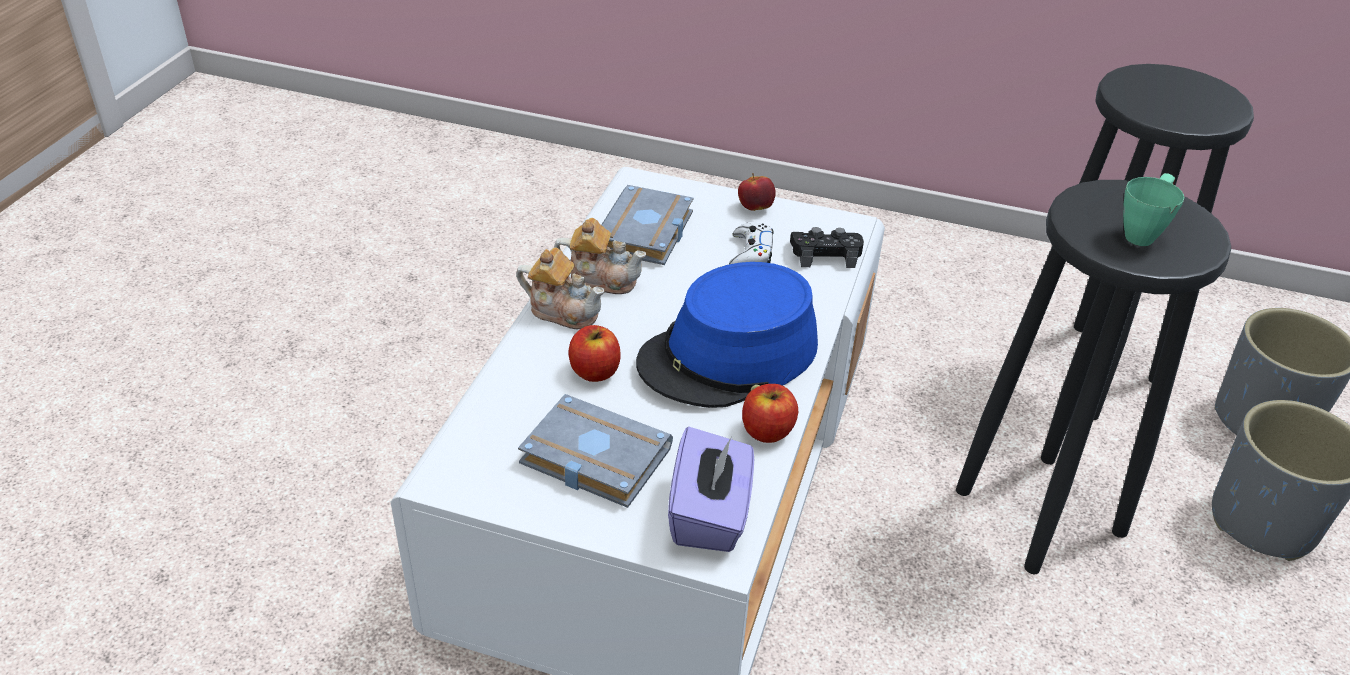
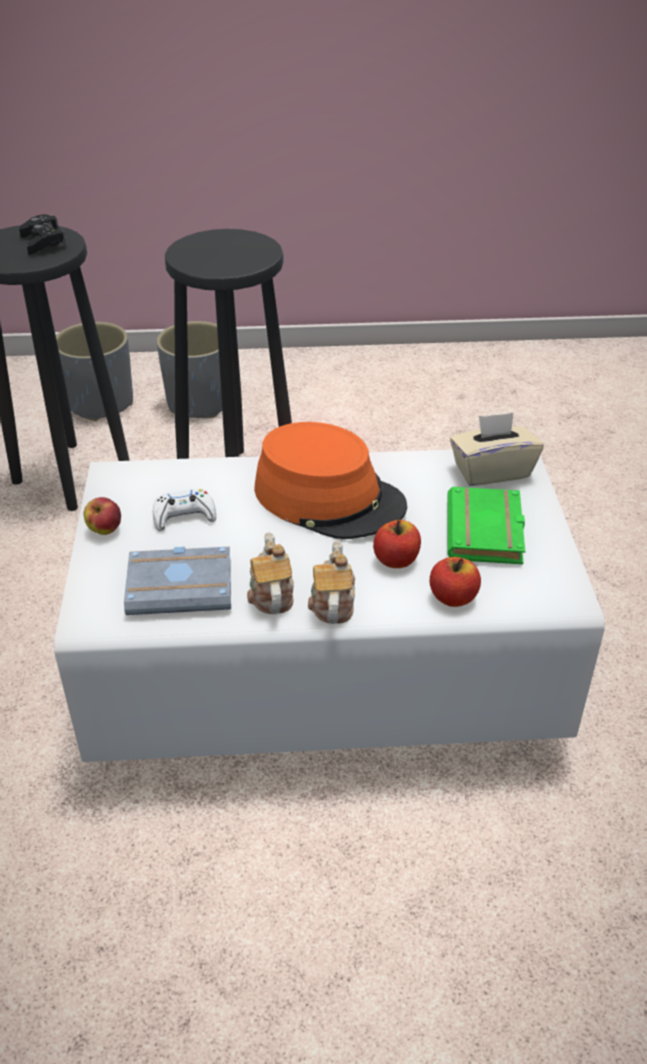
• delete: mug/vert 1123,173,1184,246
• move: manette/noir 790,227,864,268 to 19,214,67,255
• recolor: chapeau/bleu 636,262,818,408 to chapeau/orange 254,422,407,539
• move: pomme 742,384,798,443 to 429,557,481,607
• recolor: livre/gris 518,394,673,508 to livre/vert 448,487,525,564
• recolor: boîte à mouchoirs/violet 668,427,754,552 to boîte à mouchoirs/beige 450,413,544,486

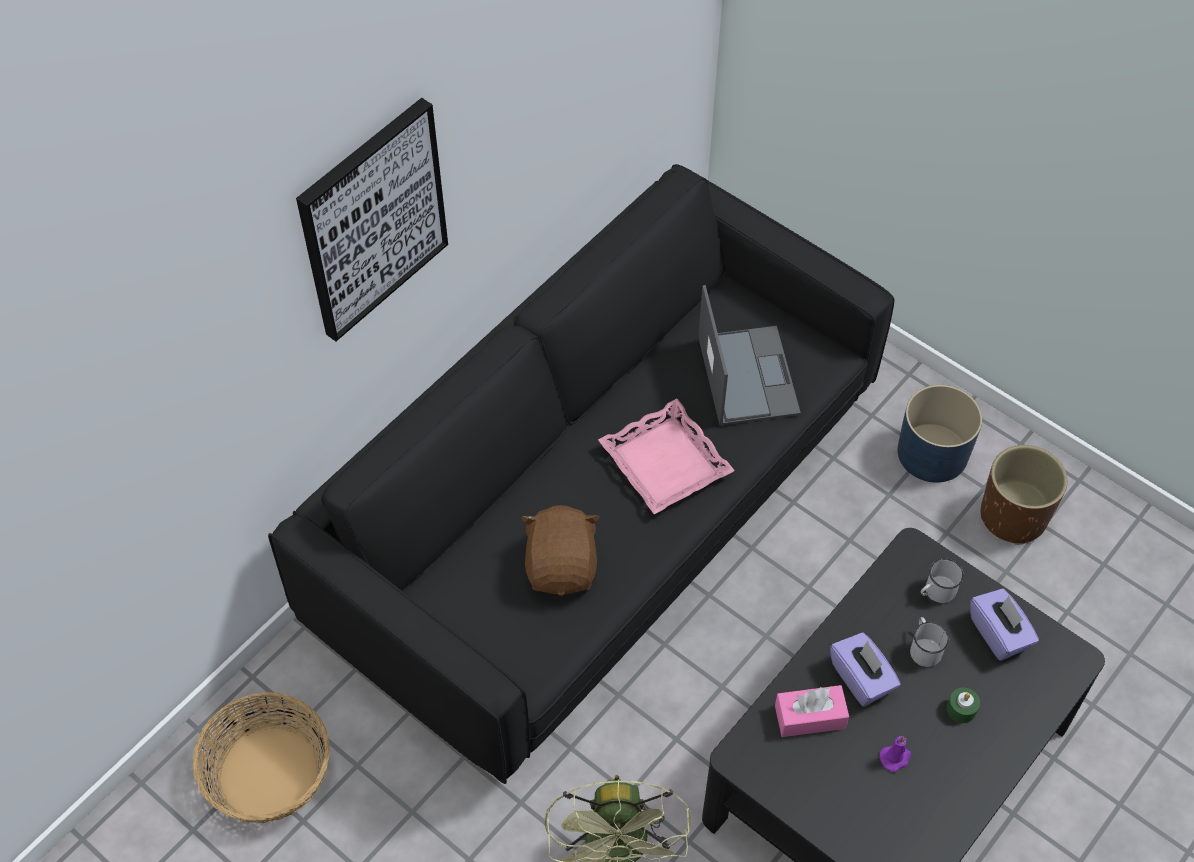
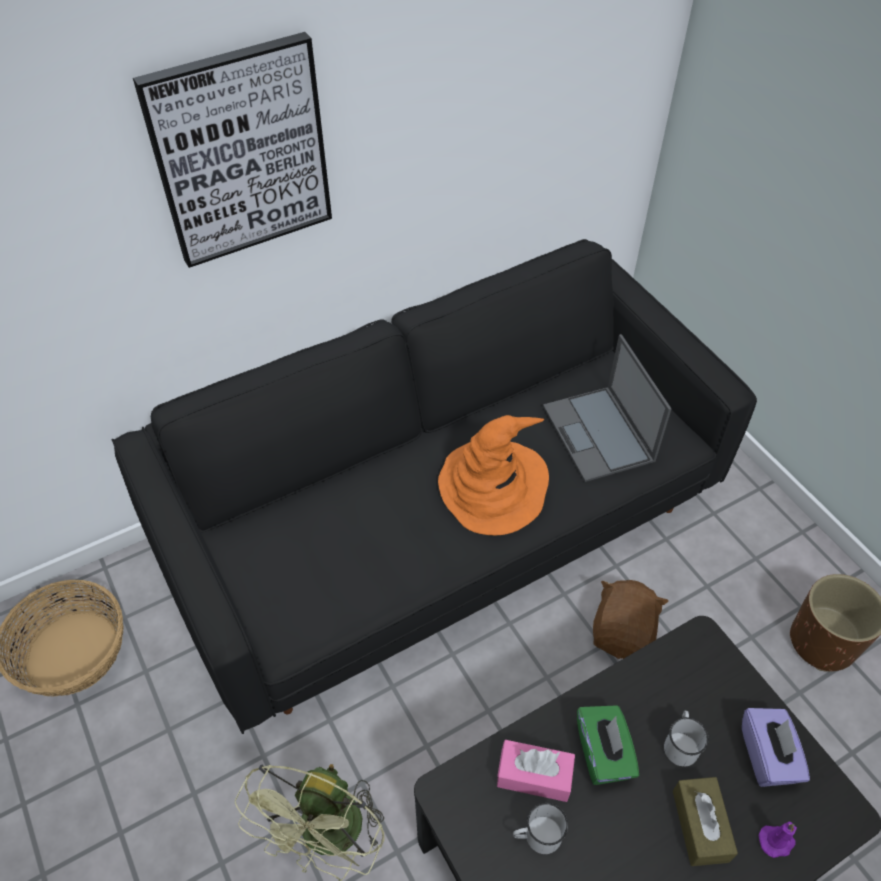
• rotate: ordinateur portable 698,285,801,425 = 543,334,671,482 150 degrees clockwise
• delete: cache-pot/bleu 897,385,982,483
• replace: plateau/rose 598,399,735,514 to chapeau/orange 438,415,549,535
• move: peluche/marron 521,505,599,596 to 593,580,669,659
• move: mug/blanc 921,559,964,603 to 513,803,568,854
• recolor: boîte à mouchoirs/violet 830,632,901,707 to boîte à mouchoirs/vert 577,705,639,785
• replace: bougie/vert 947,688,980,723 to boîte à mouchoirs/marron 673,777,738,866
• move: bougie/violet 879,736,911,772 to 759,822,797,858

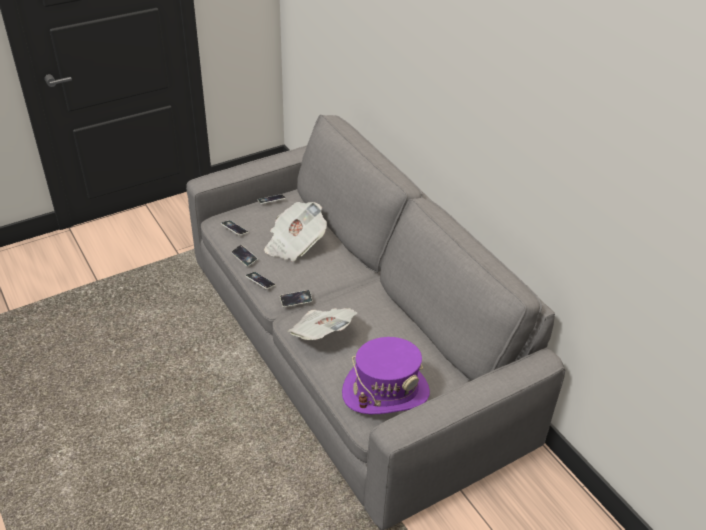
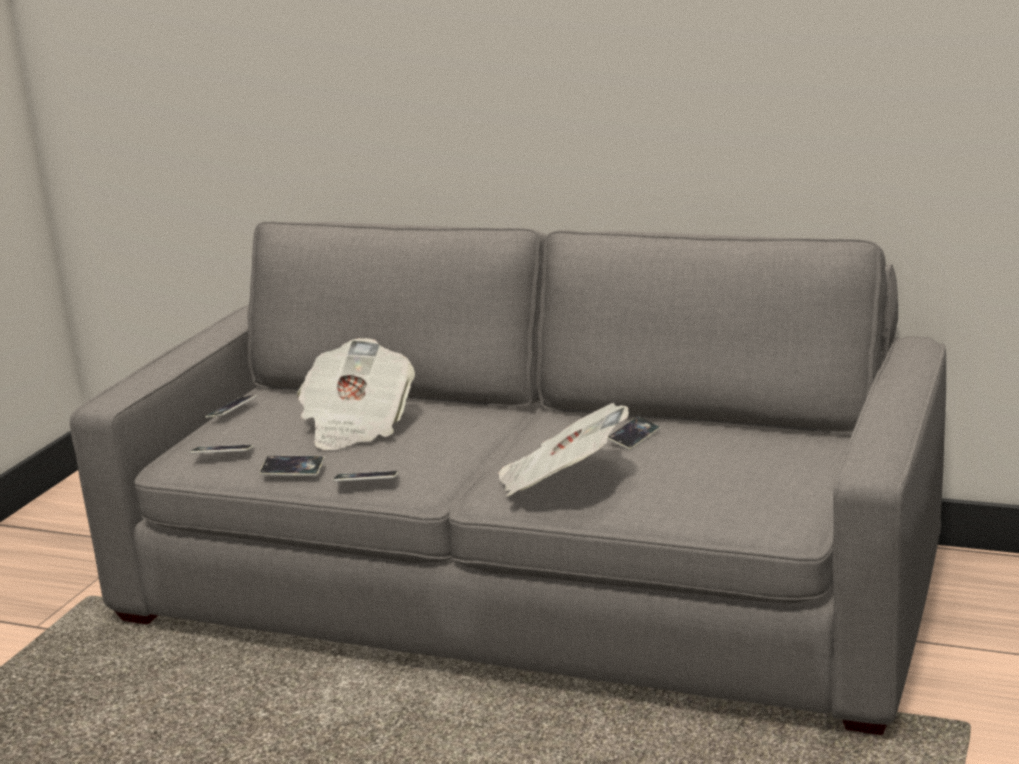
• move: téléphone 280,290,313,307 to 607,416,660,450
• delete: chapeau/violet 342,337,430,414

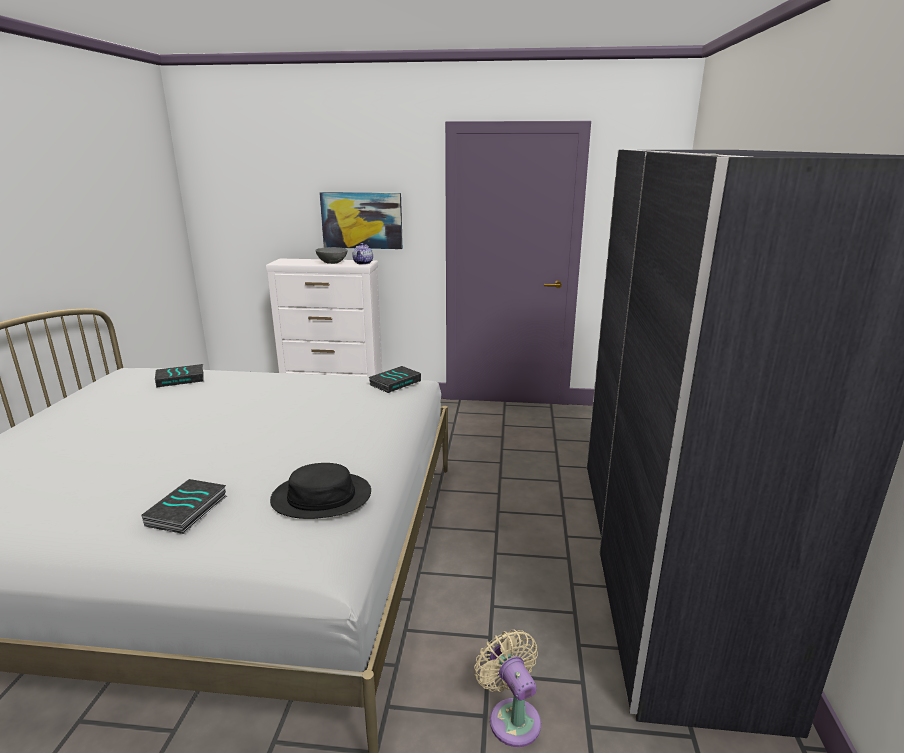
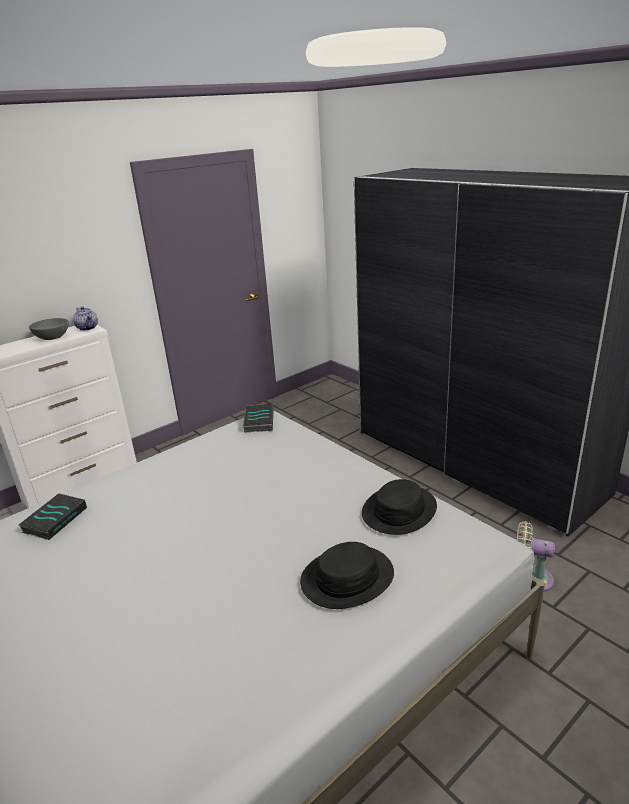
• delete: tableau 319,192,403,249
• replace: livre 142,479,227,534 to chapeau/noir 300,542,394,609

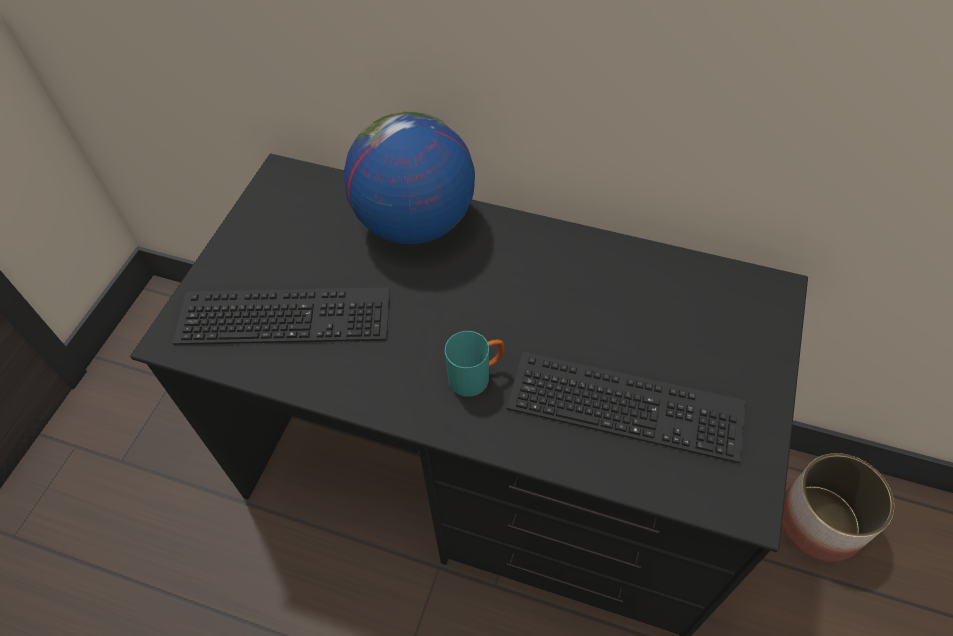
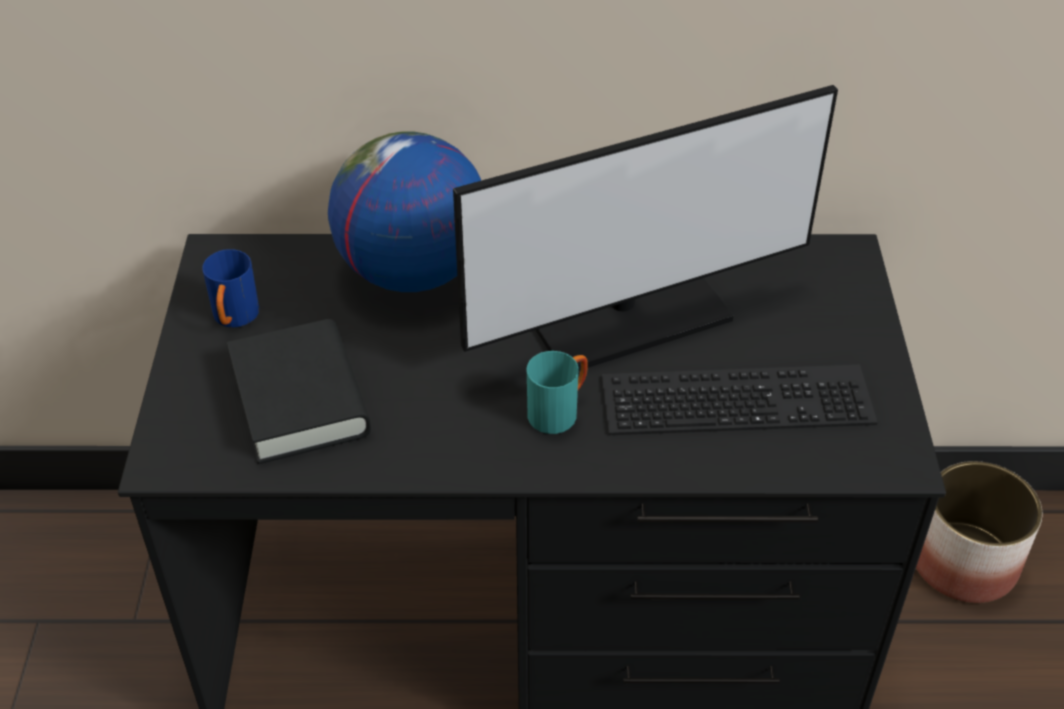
• replace: clavier 173,287,390,345 to livre/noir 227,319,371,464
• insert: écran d'ordinateur 453,85,838,371
• insert: mug/bleu 202,249,259,328

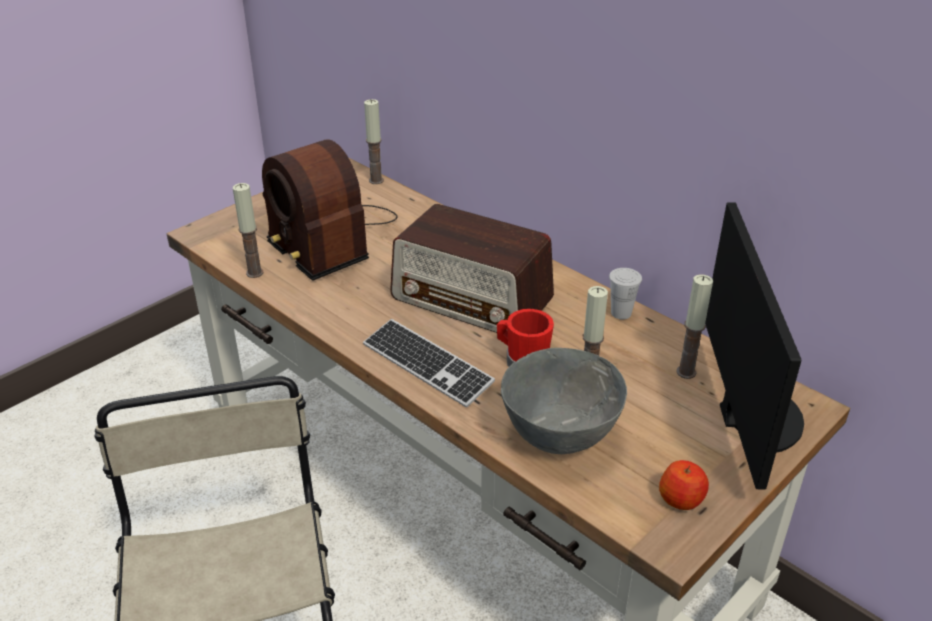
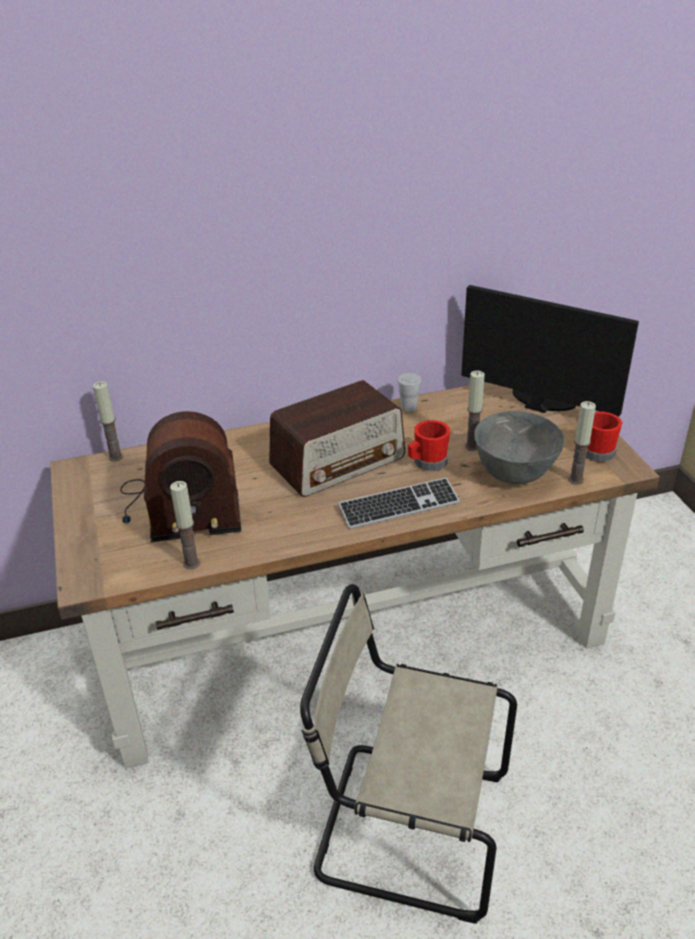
• move: bougie 676,274,713,379 to 568,401,596,485
• replace: pomme 659,460,709,510 to mug/rouge 586,412,622,462

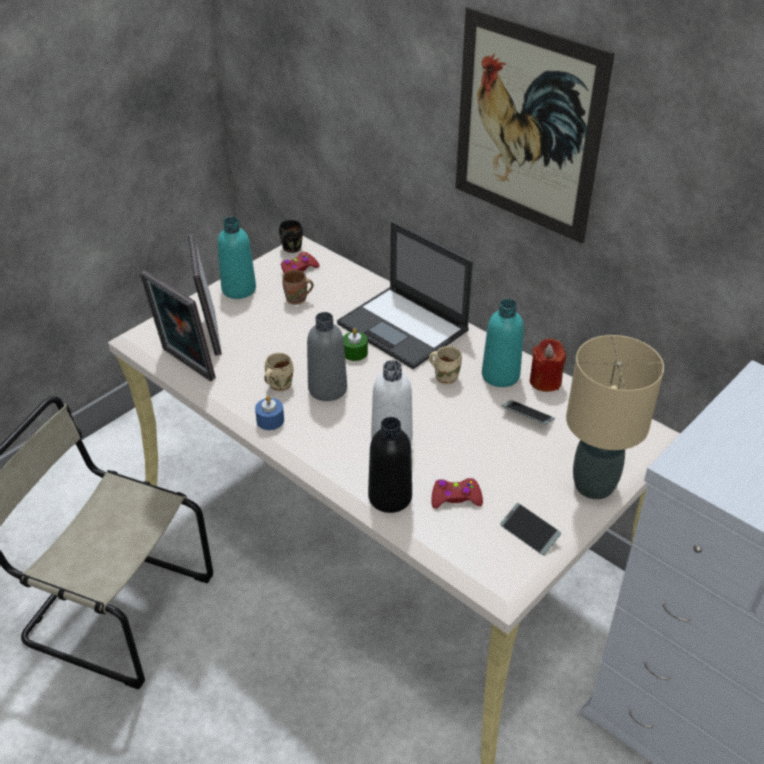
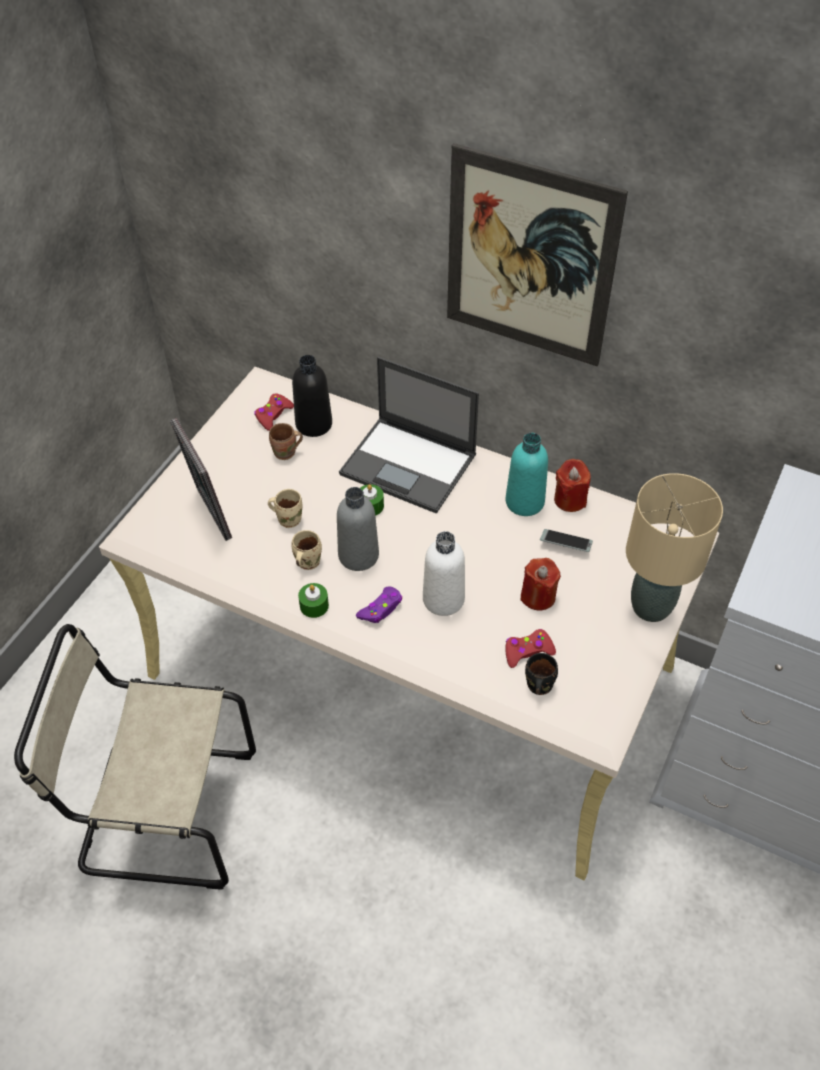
• delete: bouteille/turquoise 217,217,256,299
• move: mug/noir 279,220,303,253 to 525,653,558,695
• delete: cadre photo 140,270,216,381
• move: mug/beige 429,346,462,385 to 268,489,302,528
• recolor: bougie/bleu 255,396,284,430 to bougie/vert 298,583,329,618
• move: bouteille/noir 368,417,412,513 to 292,355,332,437
• delete: téléphone 500,503,561,555
• insert: bougie/rouge 520,558,561,611
• insert: manette/violet 356,587,402,623

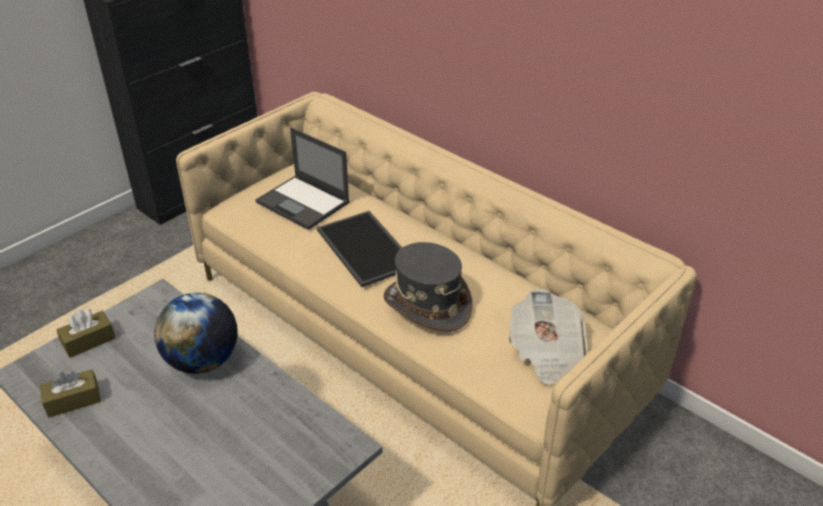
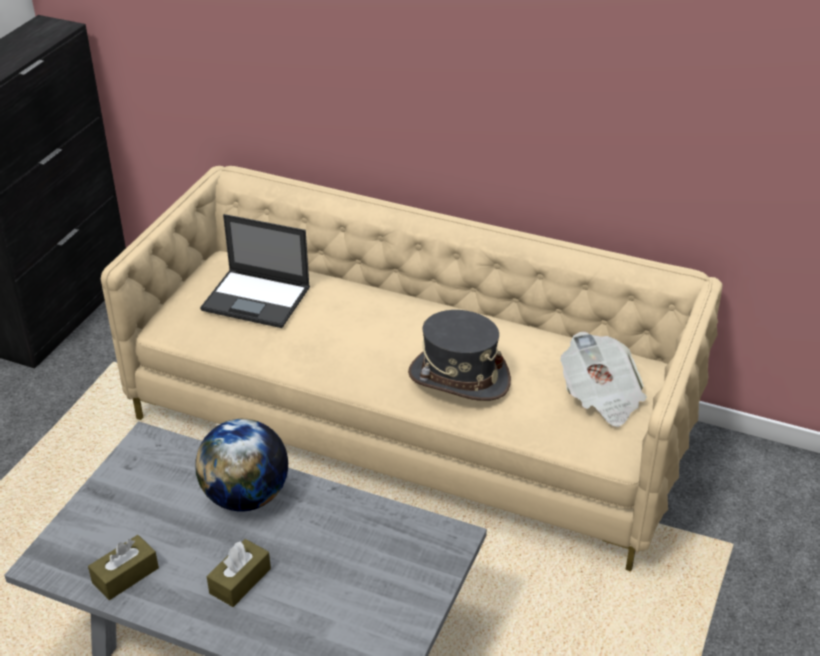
• delete: plateau 317,211,402,287
• move: boîte à mouchoirs/marron 56,309,115,358 to 207,539,271,607

